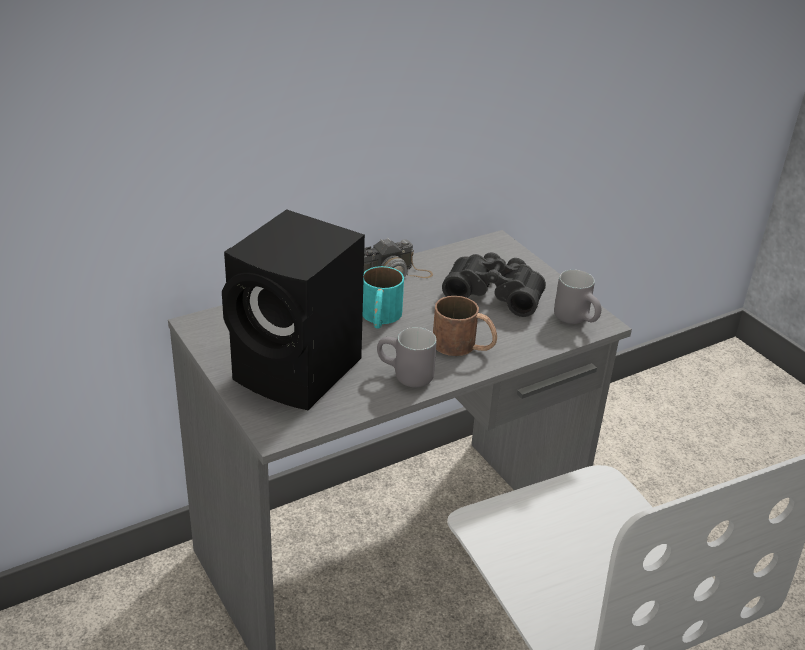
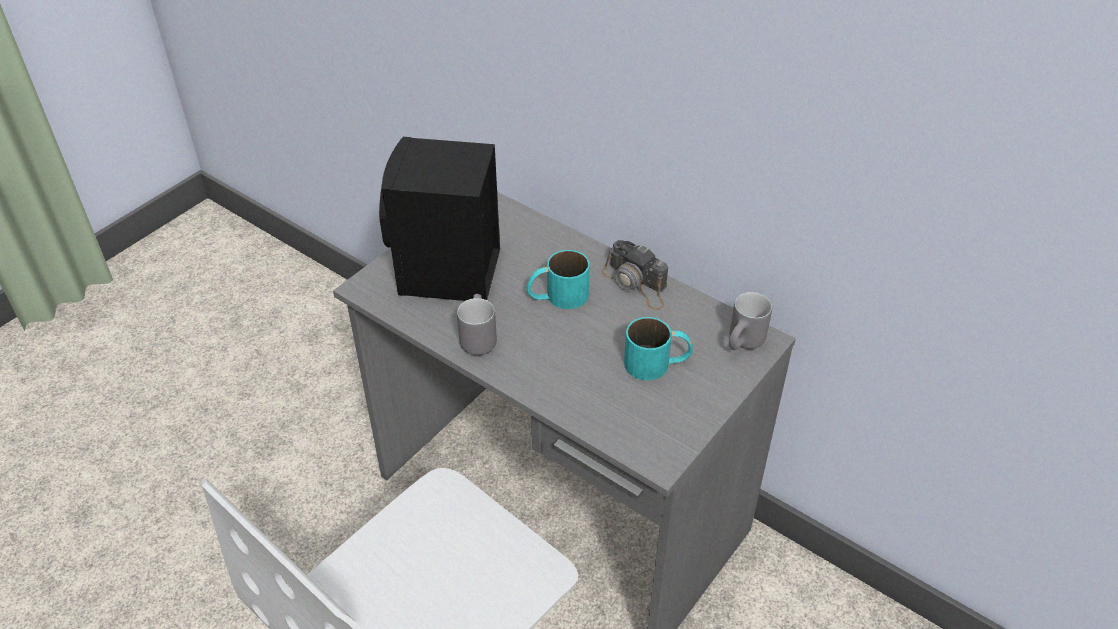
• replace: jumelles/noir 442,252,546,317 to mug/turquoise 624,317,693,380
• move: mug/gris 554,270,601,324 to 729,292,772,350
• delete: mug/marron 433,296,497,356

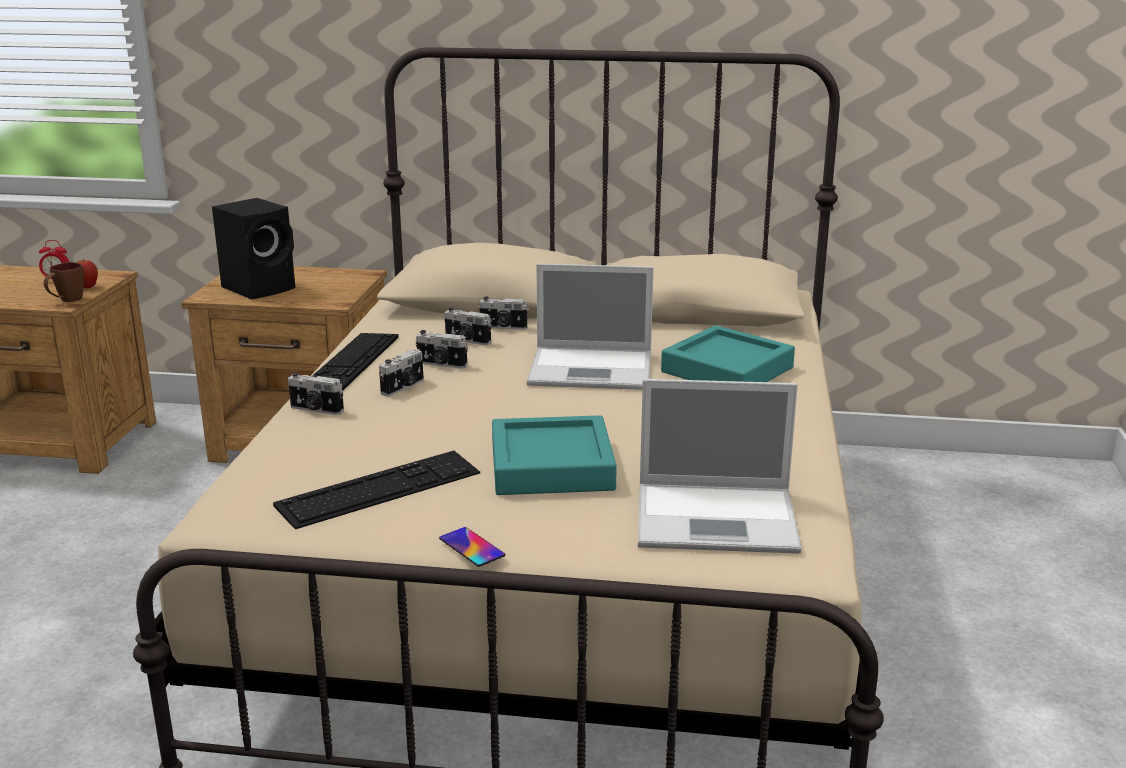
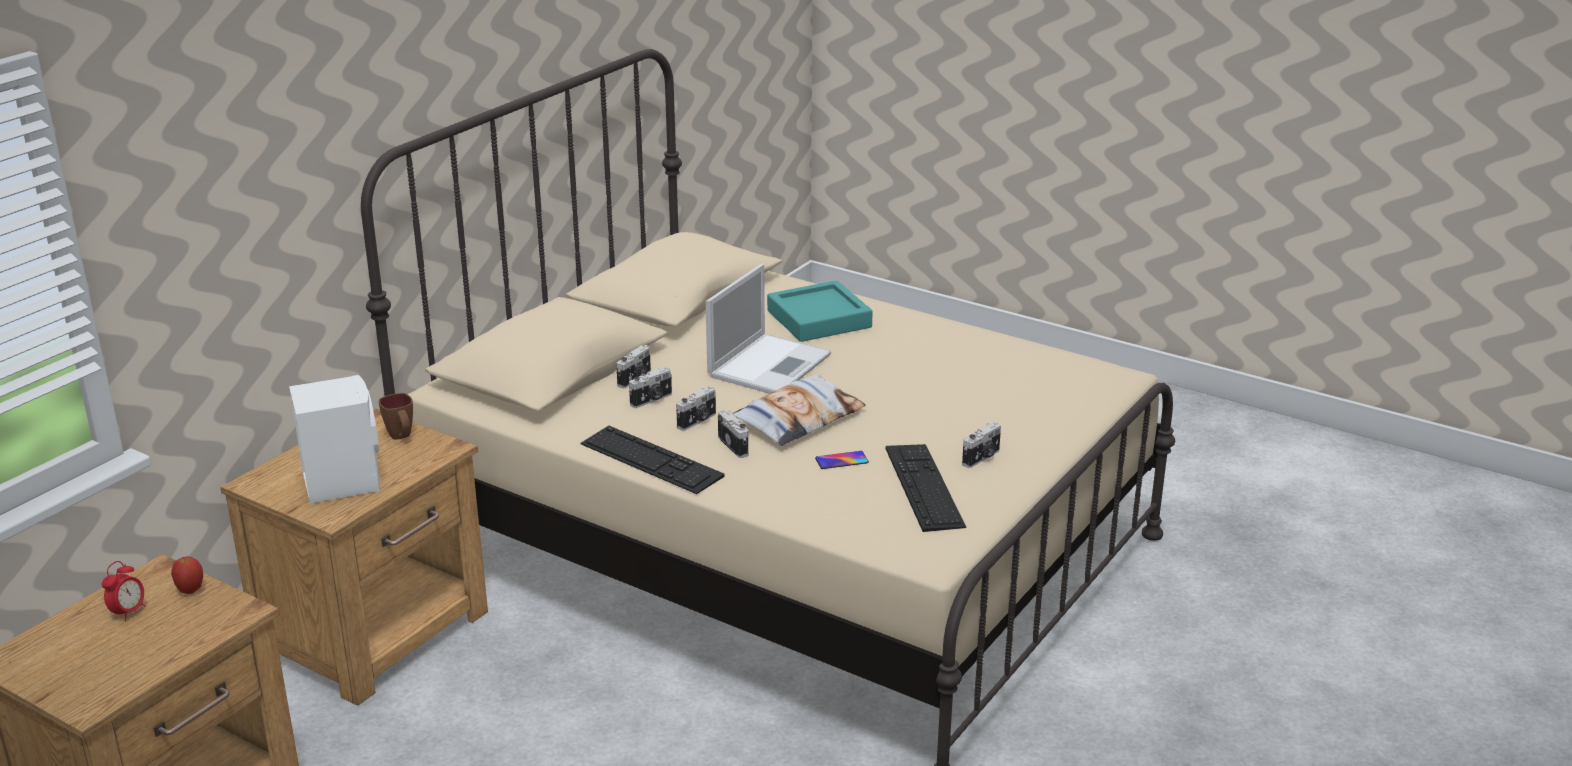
• recolor: enceinte/noir 212,198,295,300 to enceinte/blanc 289,375,380,503
• move: mug/marron 44,262,84,302 to 379,393,413,440
• move: appareil photo 288,372,344,415 to 962,422,1001,468
• delete: ordinateur portable 638,379,802,554
• delete: plateau/turquoise 492,415,617,495
• move: téléphone 439,527,505,567 to 815,451,869,469
• insert: coussin 732,374,866,446

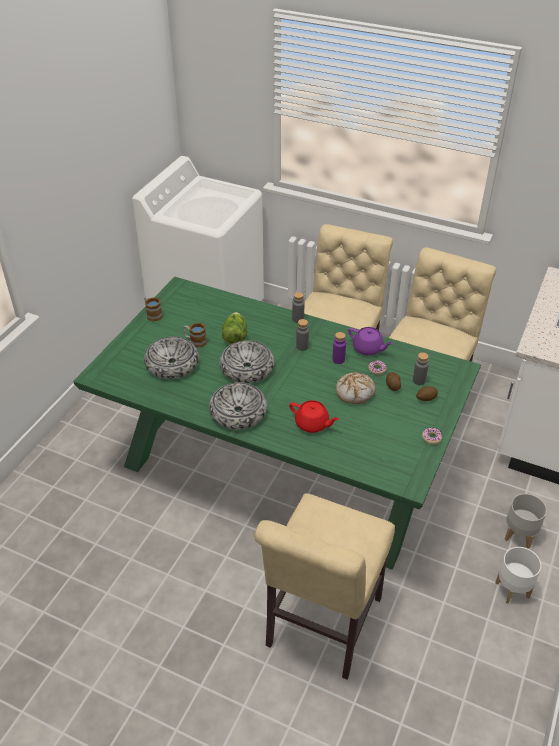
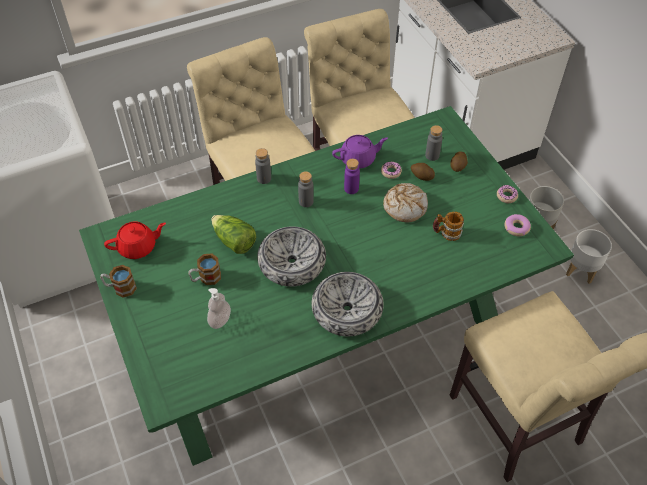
• replace: bol 144,337,199,379 to distributeur de savon 207,288,231,329
• move: théière/rouge 289,400,339,433 to 104,221,166,259
• insert: mug 433,212,464,241
• insert: beignet 505,214,531,236

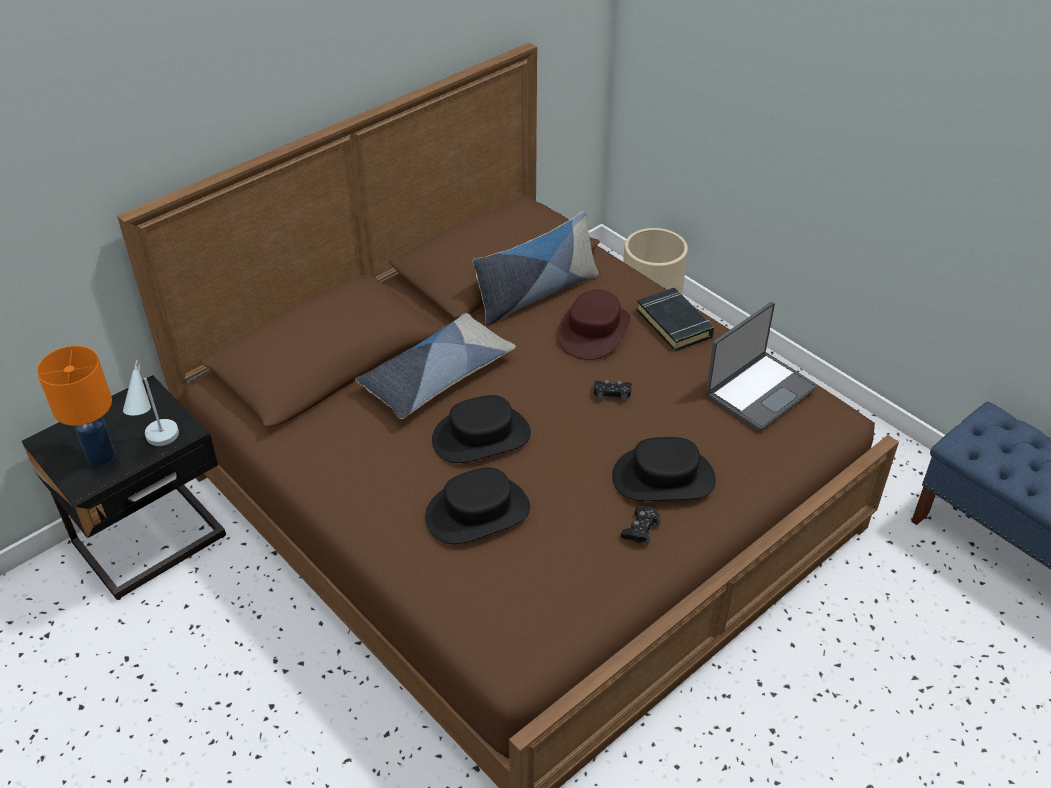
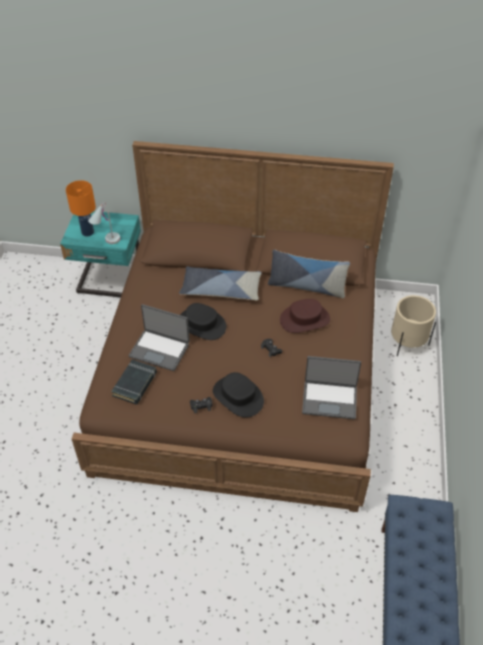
• move: livre/noir 636,288,714,351 to 111,359,157,405
• recolor: table de chevet/noir 22,375,226,600 to table de chevet/turquoise 60,211,141,297
• replace: chapeau/noir 425,467,530,544 to ordinateur portable 129,304,190,371

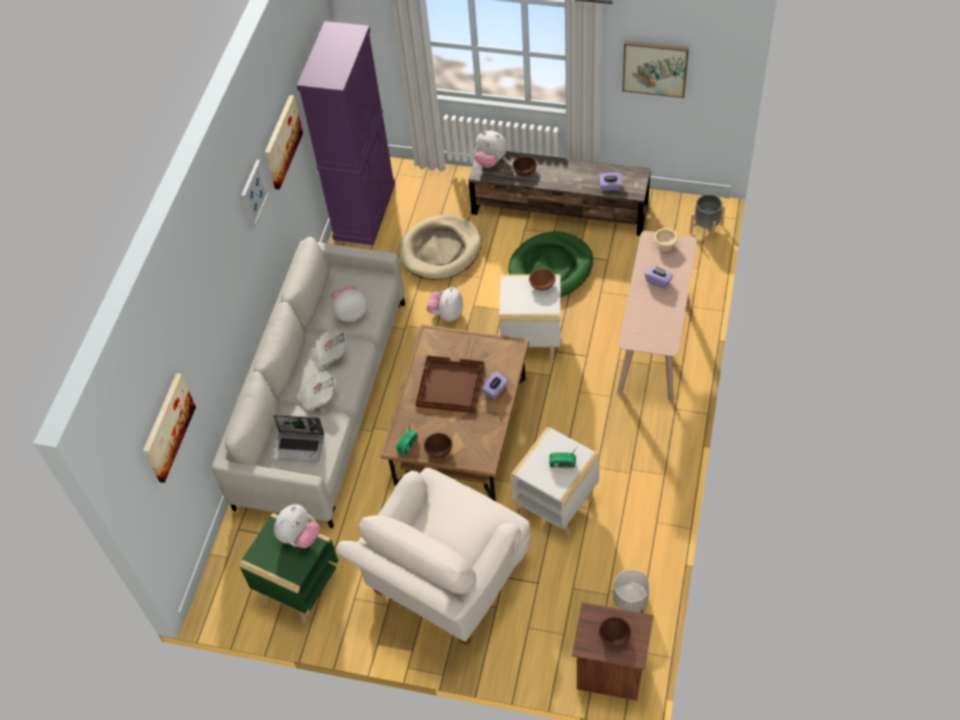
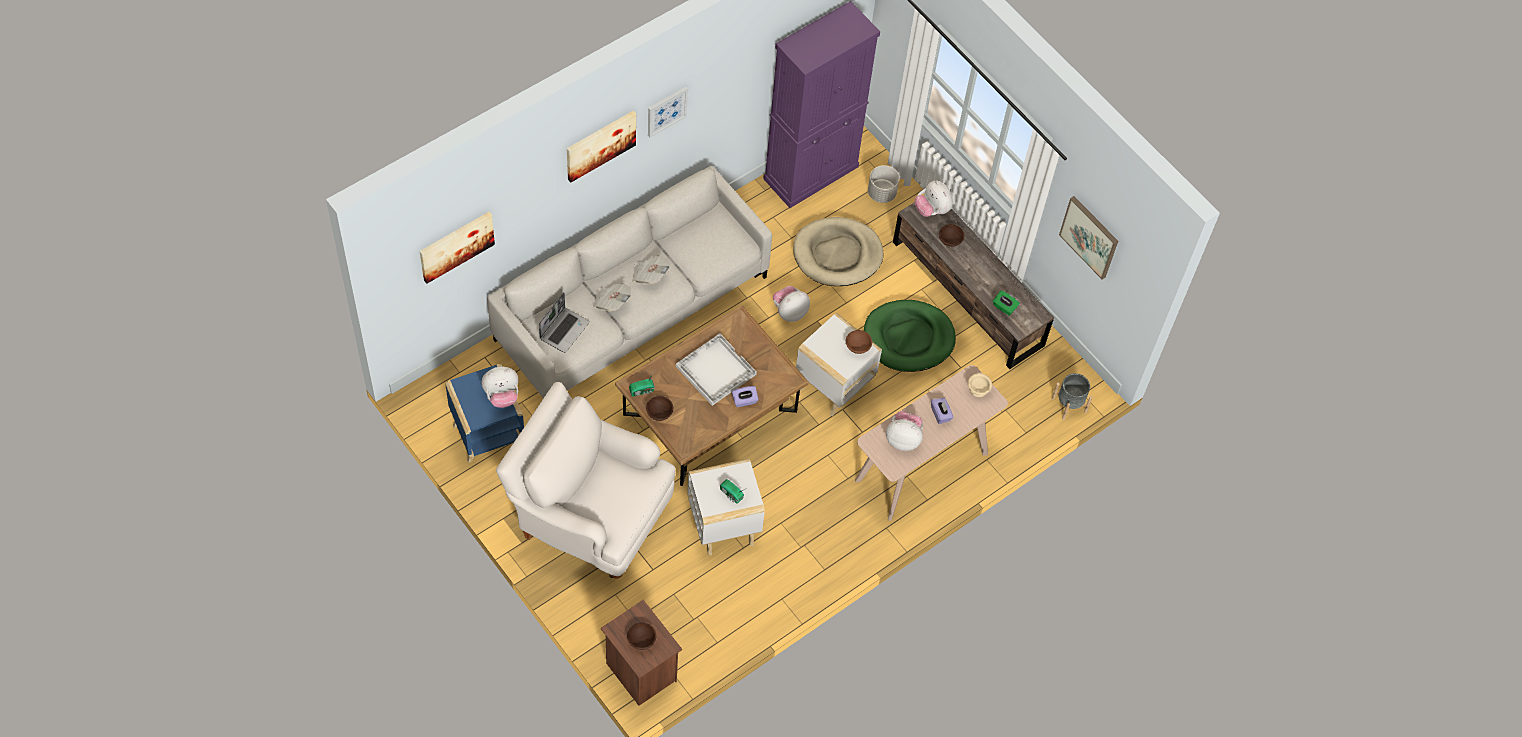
• move: tableau 265,95,303,189 to 567,111,636,183
• recolor: boîte à mouchoirs/violet 599,172,622,191 to boîte à mouchoirs/vert 993,290,1020,316
• move: peluche 331,285,367,322 to 886,411,923,451
• recolor: plateau/marron 416,355,484,413 to plateau/blanc 676,334,757,406
• rotate: ordinateur portable 273,415,324,463 = 539,293,590,353 105 degrees counterclockwise
• rotate: fauteuil/blanc 336,468,530,646 = 496,382,675,579 45 degrees clockwise
• recolor: table d'appoint/vert 240,513,339,624 to table d'appoint/bleu 445,364,524,463
• move: cache-pot/gris 613,569,650,612 to 868,165,899,203

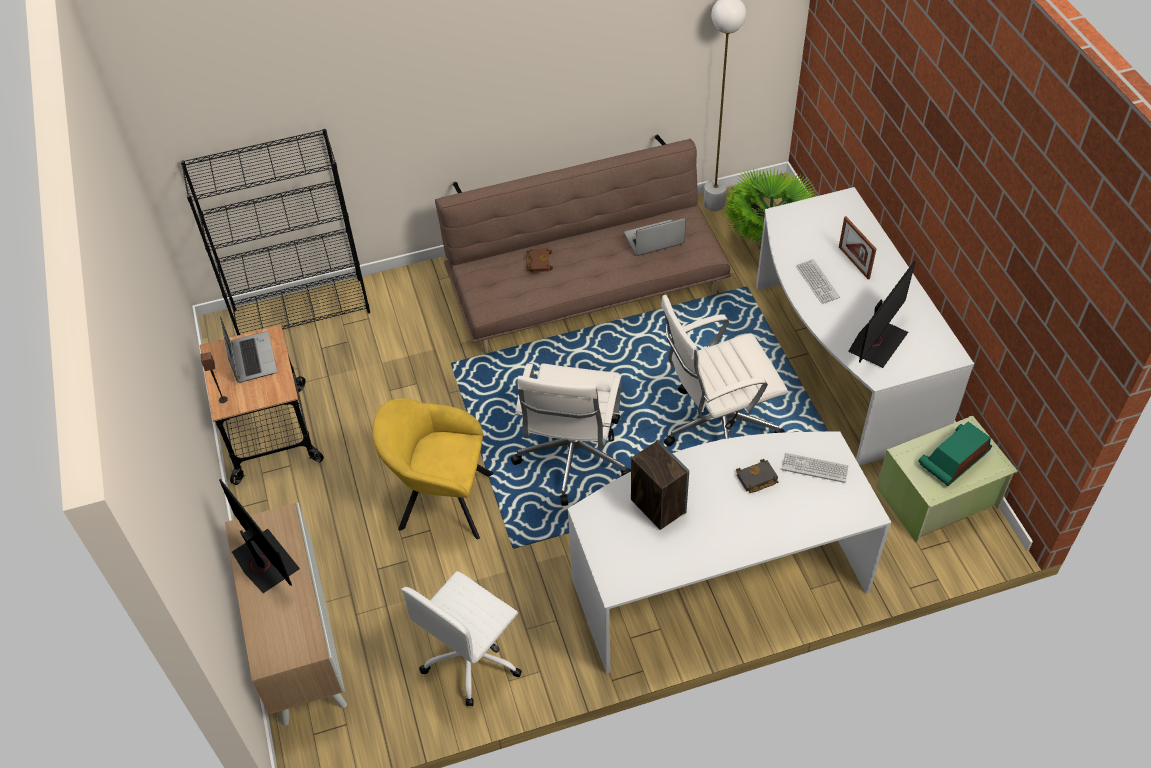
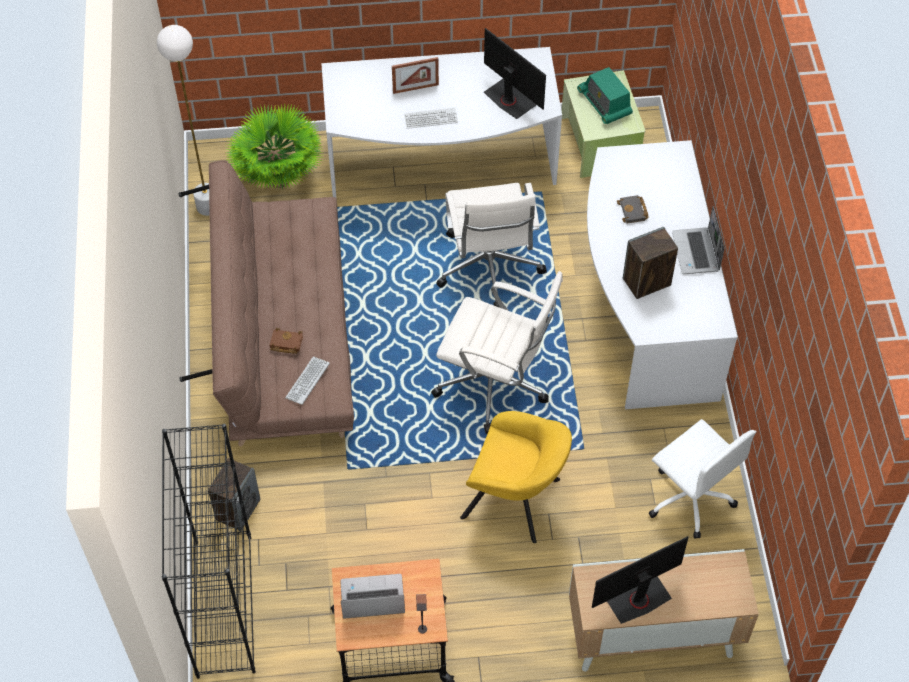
• move: ordinateur portable 624,218,686,256 to 672,206,725,274
• rotate: fauteuil/jaune 373,399,494,539 = 460,411,572,543 90 degrees counterclockwise
• move: clavier 782,453,849,483 to 285,357,330,405
• insert: enceinte 208,458,260,531

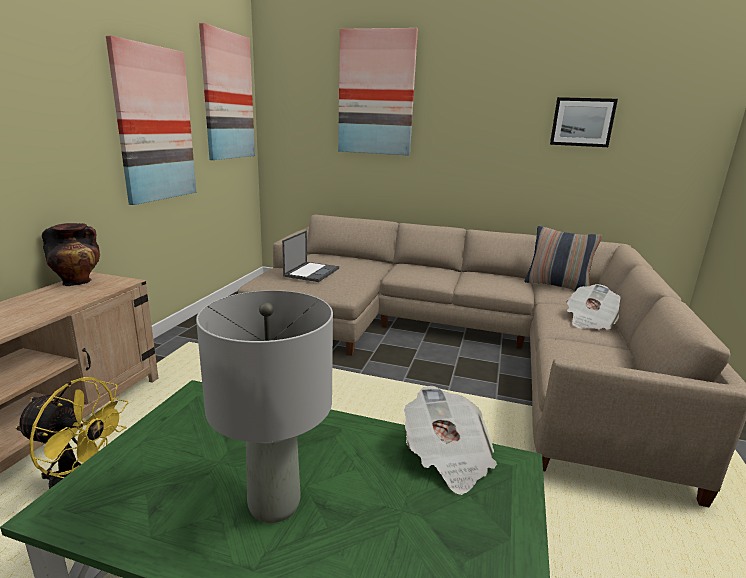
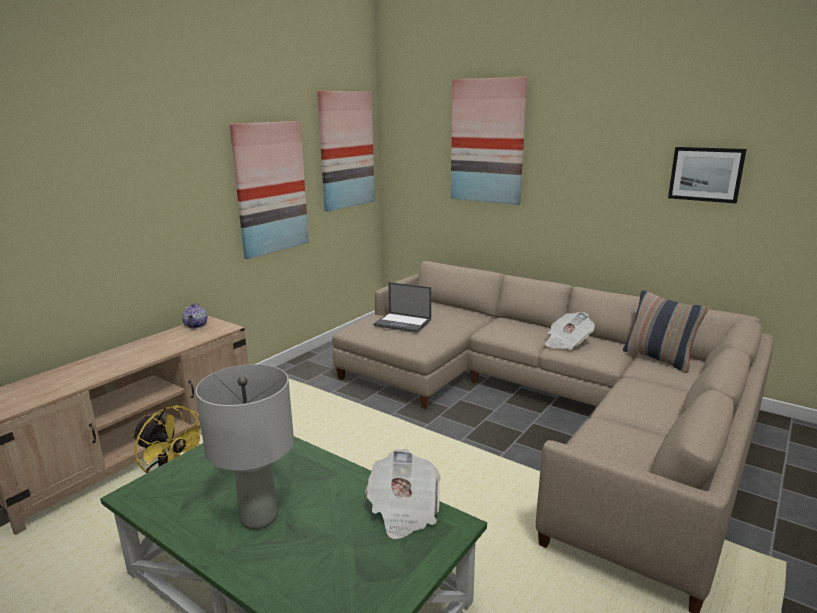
• replace: vase 42,223,100,286 to théière 182,303,207,328
• rotate: ordinateur portable 282,231,339,282 = 374,282,431,333 75 degrees clockwise
• move: journal 567,284,621,330 to 545,312,595,350

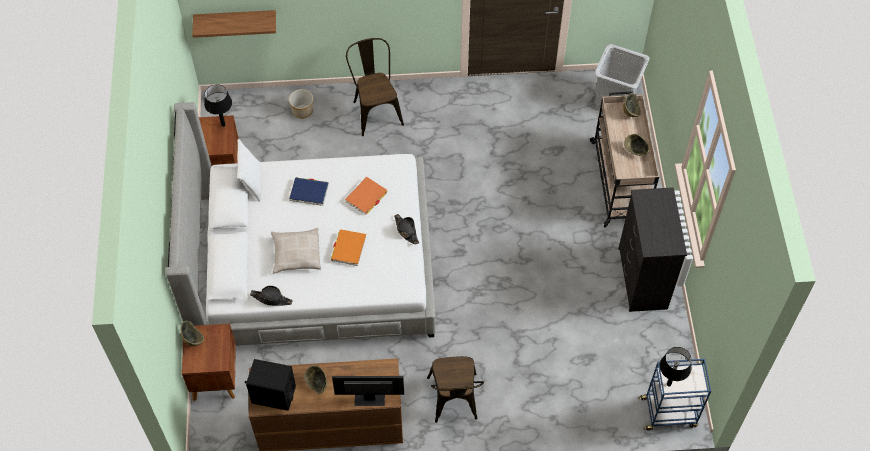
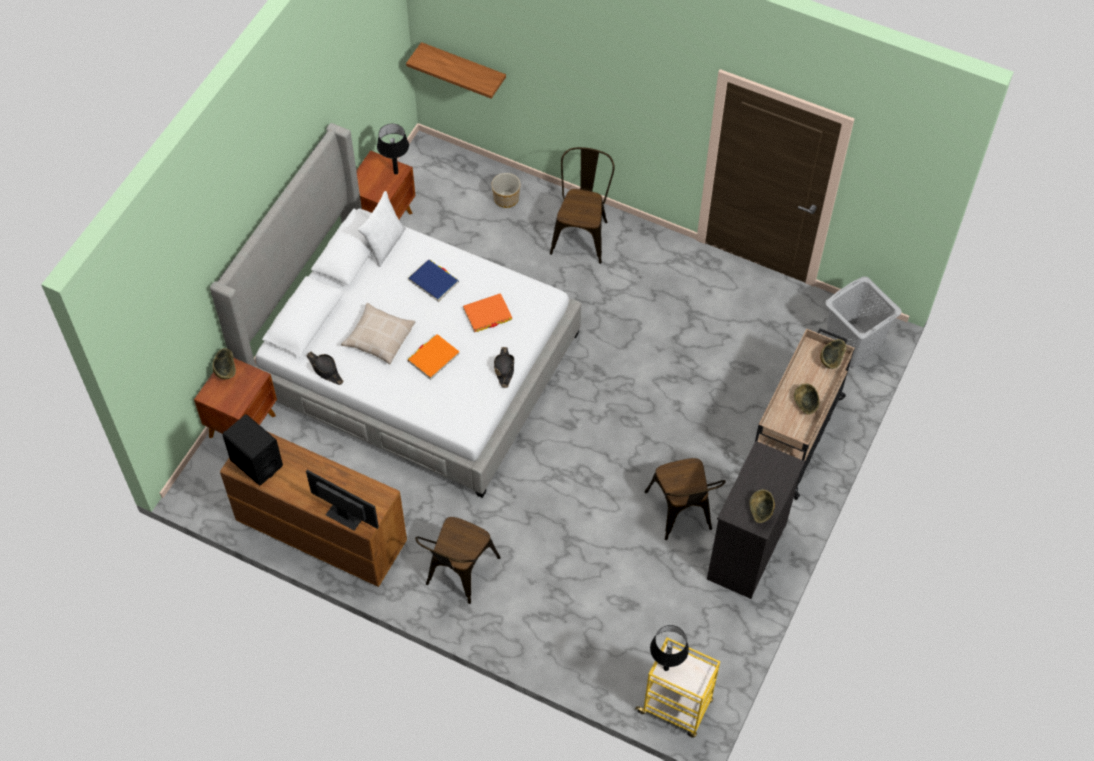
• recolor: chariot/bleu 639,359,711,431 to chariot/jaune 635,638,720,738
• move: bol 304,365,327,394 to 749,489,775,523
• insert: chaise/marron 645,458,726,540

